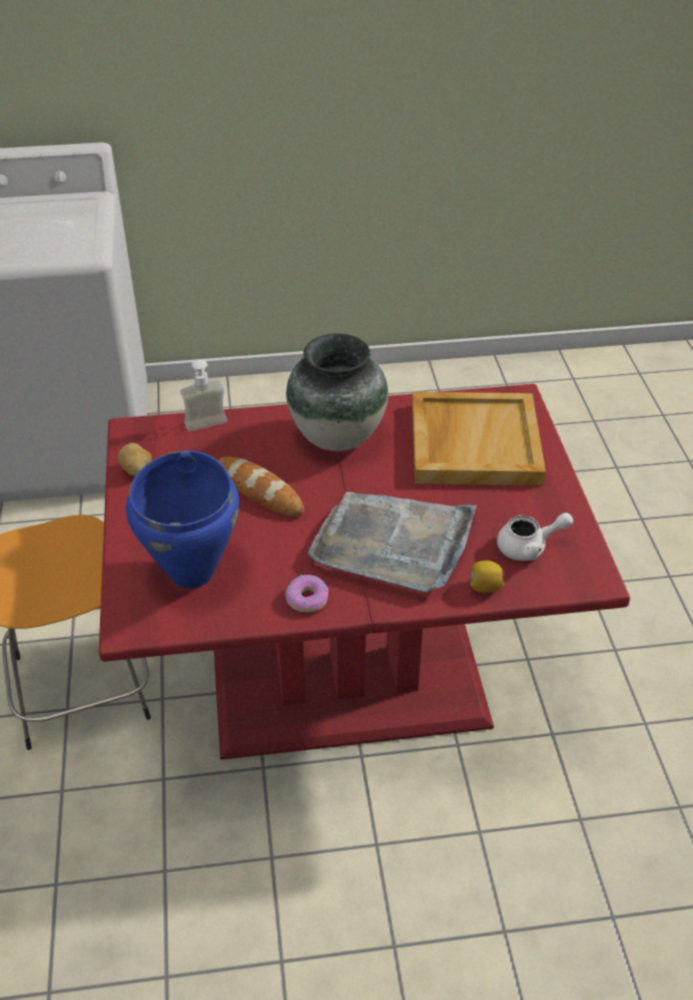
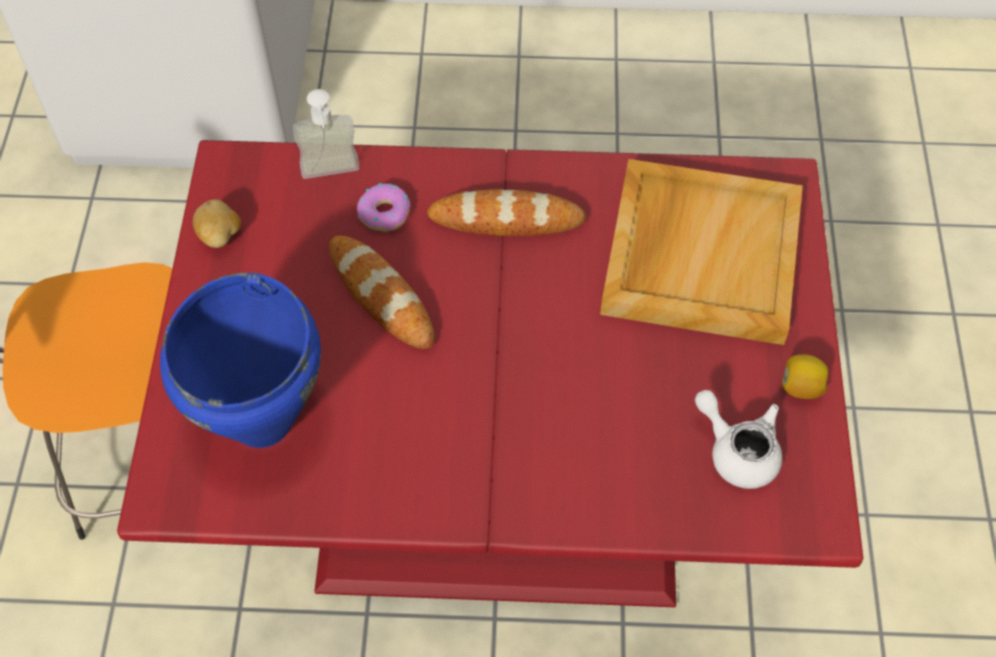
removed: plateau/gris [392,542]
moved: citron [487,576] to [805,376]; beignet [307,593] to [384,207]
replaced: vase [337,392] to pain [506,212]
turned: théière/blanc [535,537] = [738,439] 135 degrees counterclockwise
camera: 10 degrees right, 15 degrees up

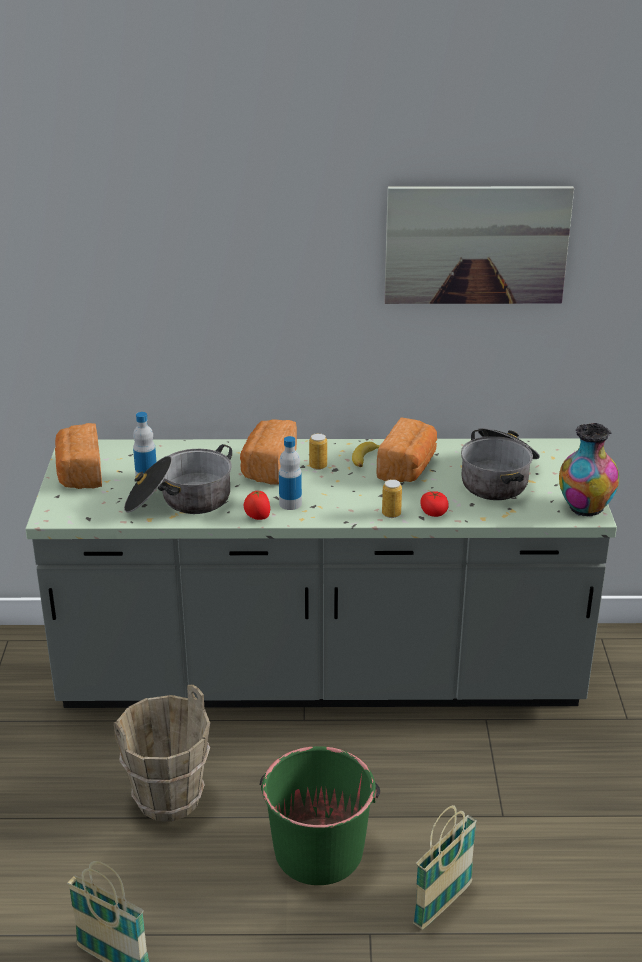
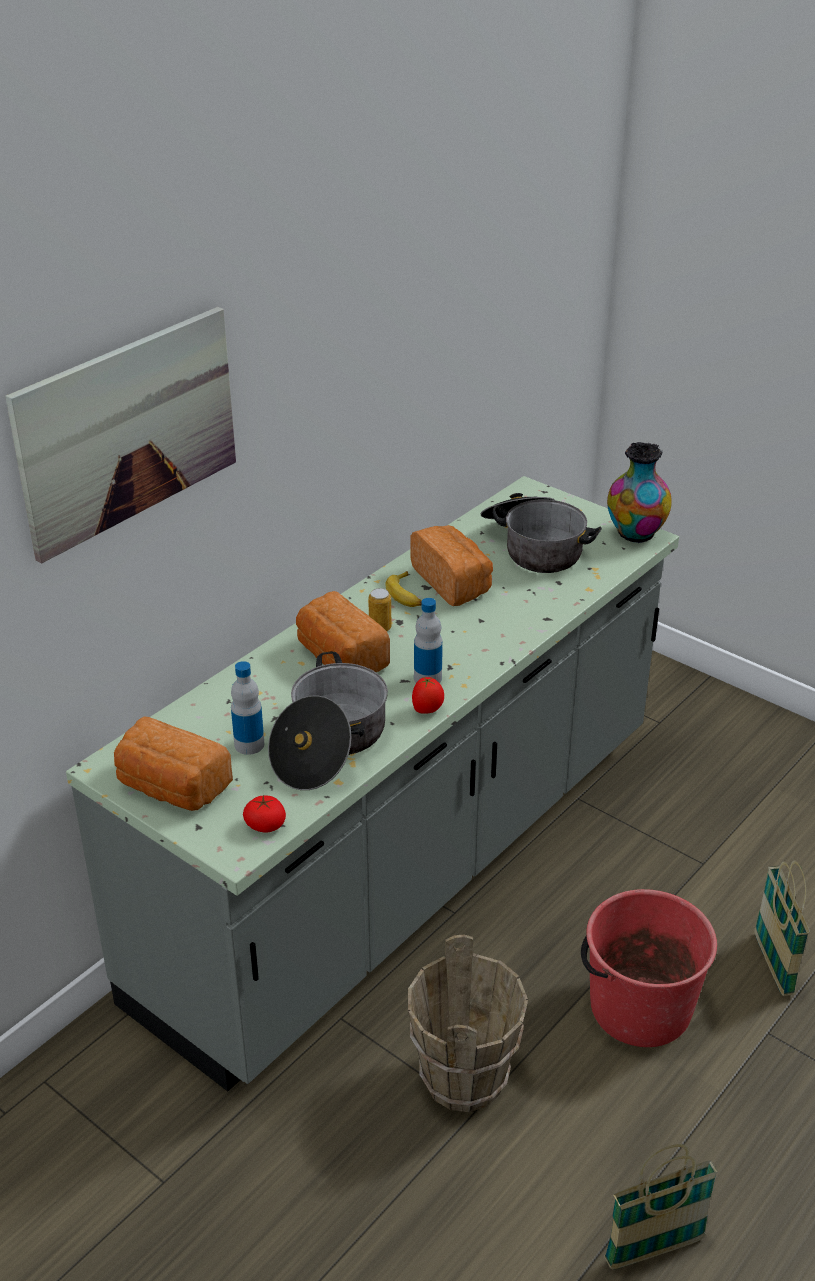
removed: boîte métallique [392,498]
moved: tableau [479,245] to [120,435]; tomate [434,504] to [264,814]
recoloured: seau/vert [320,815] to seau/rouge [649,968]
camera: 50 degrees left, 5 degrees up

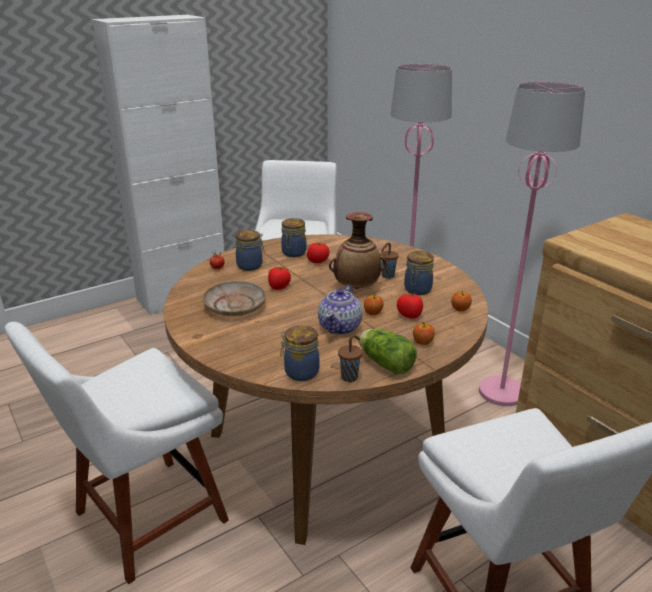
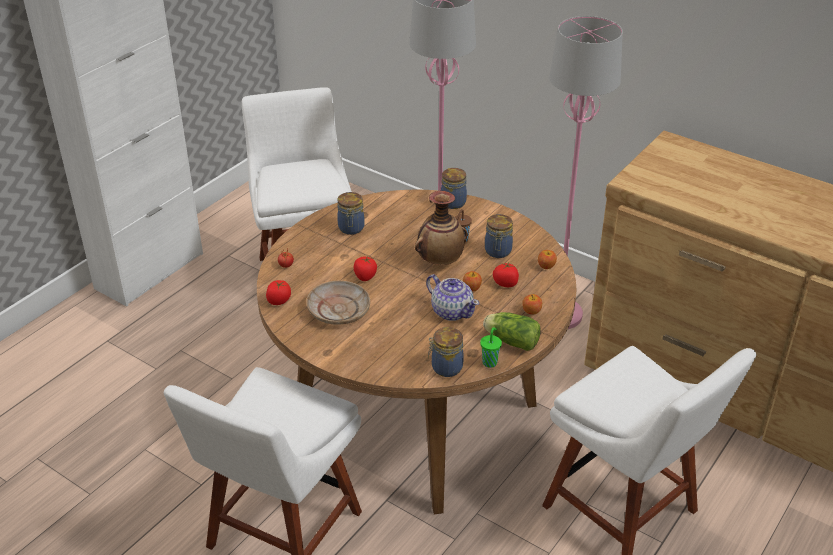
moved: bocal [249,250] to [454,188]; tomate [318,253] to [278,292]
recoloured: tasse/marron [350,358] to tasse/vert [491,347]
turned: théière [340,310] = [452,297] 45 degrees counterclockwise
camera: 20 degrees left, 10 degrees up

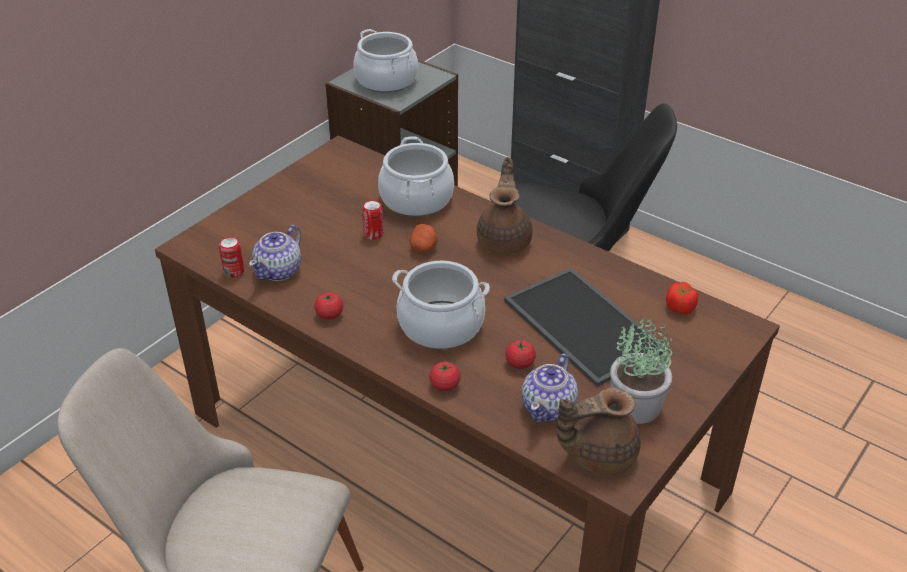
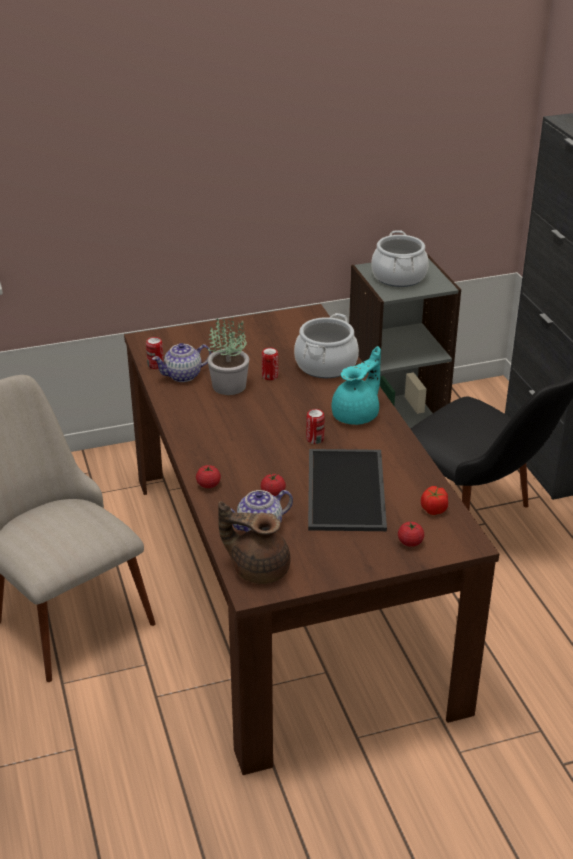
removed: pomme de terre [424,238]; marmite [441,305]
added: boîte métallique [315,426]
moved: tomate [328,306] to [411,534]; plante en pot [641,370] to [228,356]
recoloured: théière/marron [504,206] to théière/turquoise [356,385]
camera: 35 degrees right, 5 degrees down

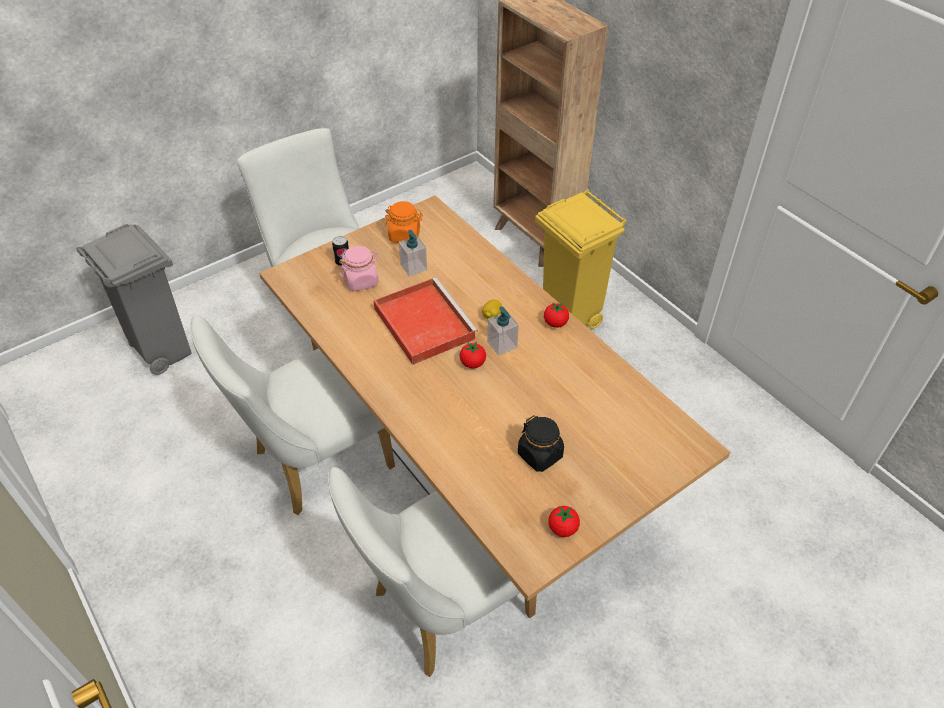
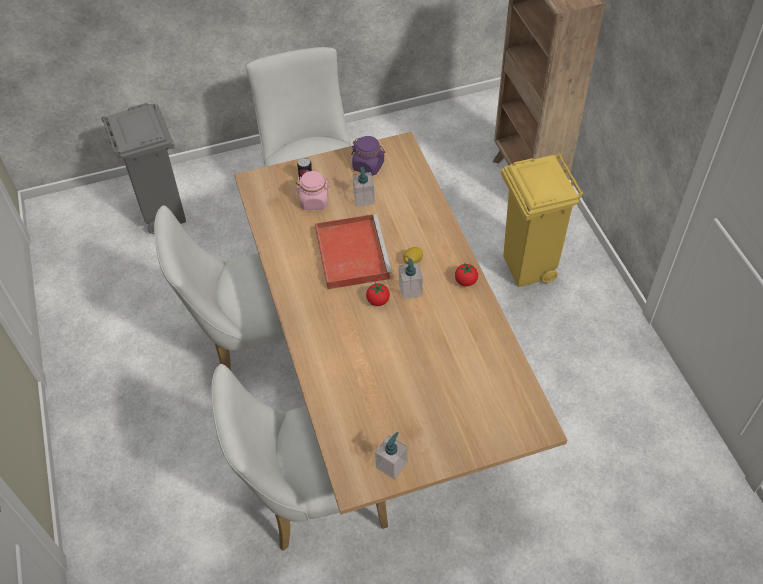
removed: bocal/noir [541,443]
replaced: tomate [564,521] to distributeur de savon [391,455]
recoloured: bocal/orange [404,222] to bocal/violet [368,156]
camera: 20 degrees right, 5 degrees up

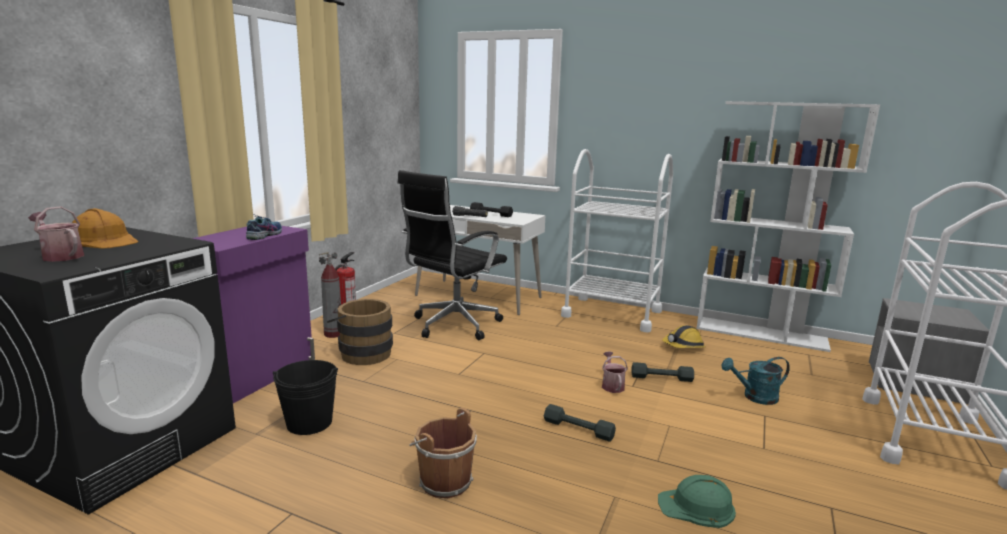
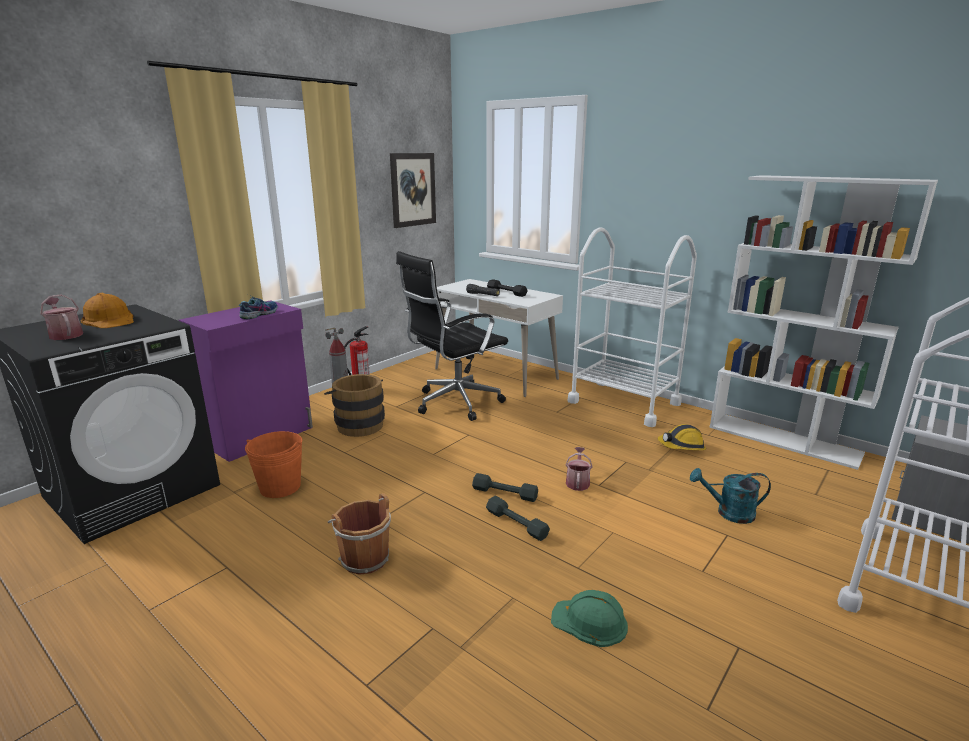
added: tableau [413,190]
moved: haltère/gris [662,372] to [505,487]
recoloured: seau/noir [305,397] to seau/orange [273,464]
camera: 15 degrees right, 5 degrees up

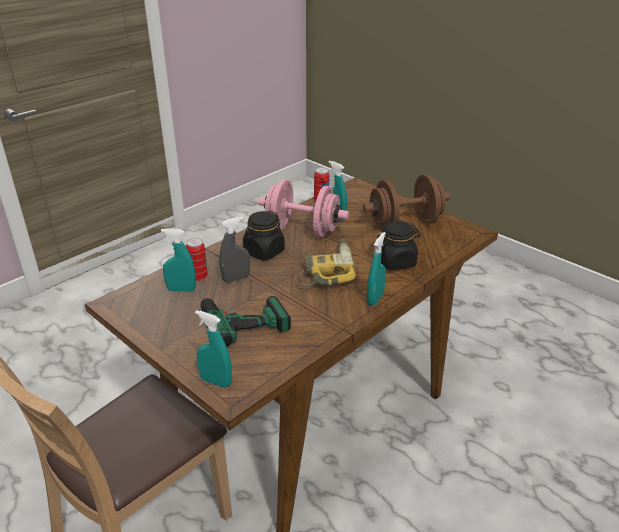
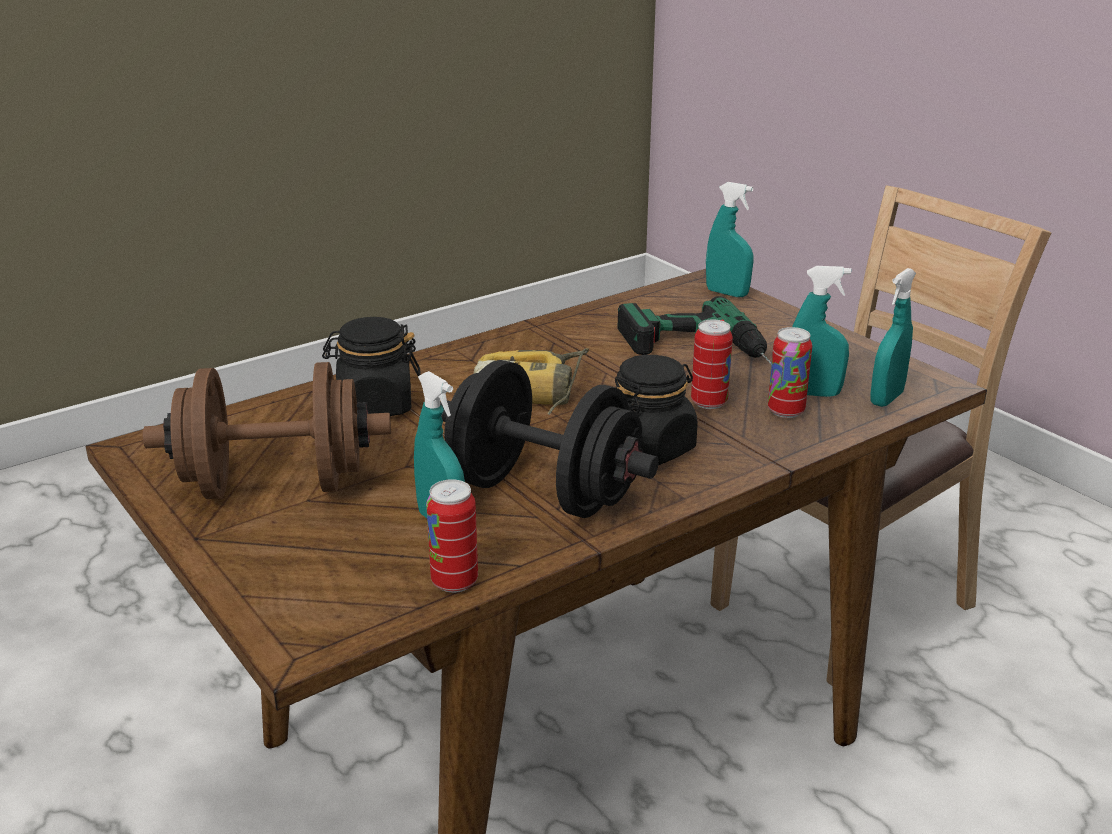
moved: vaporisateur/turquoise [376,269] to [893,337]
replaced: vaporisateur/gris [235,250] to boîte métallique [712,364]
recoloured: haltère/rose [303,208] to haltère/noir [549,439]
camera: 170 degrees left, 5 degrees down

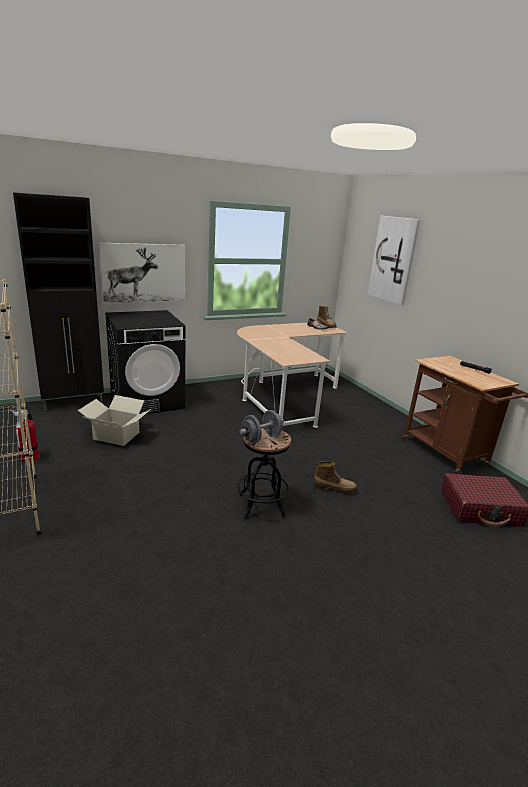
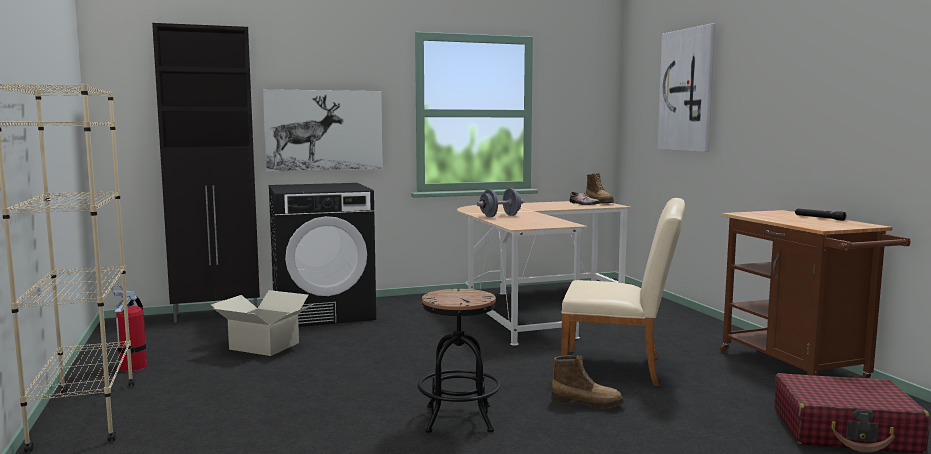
added: chaise/beige [623,292]
moved: haltère/gris [262,426] to [500,202]
camera: 10 degrees right, 15 degrees down

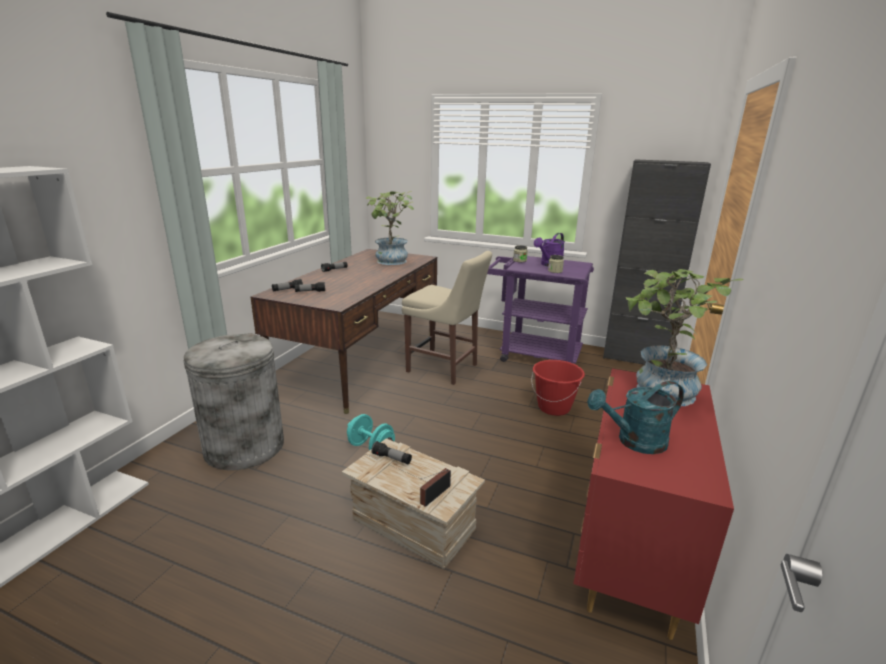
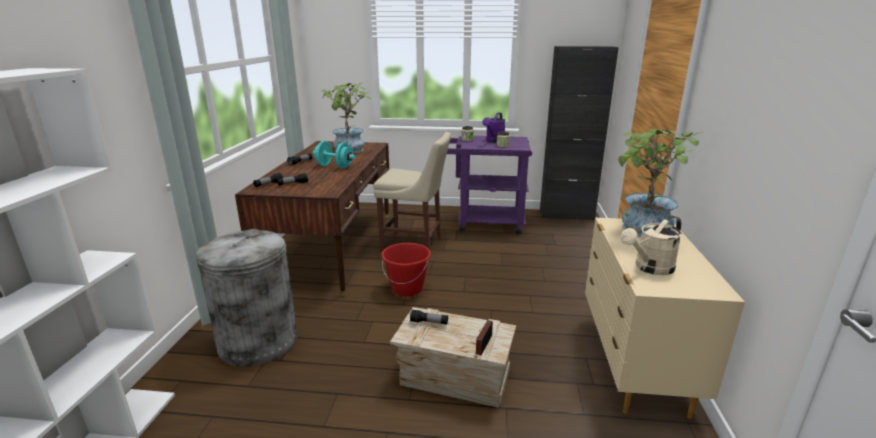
moved: seau/rouge [558,388] to [406,270]; haltère/turquoise [371,432] to [334,155]
recoloured: commode/rouge [653,504] to commode/beige [665,318]; arrosoir/turquoise [635,417] to arrosoir/beige [651,245]
camera: 15 degrees left, 0 degrees up

